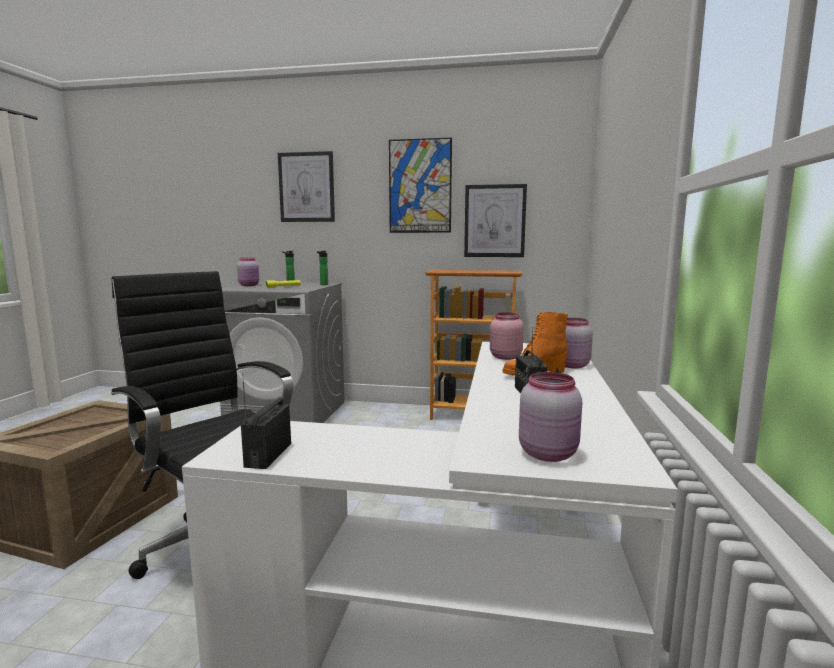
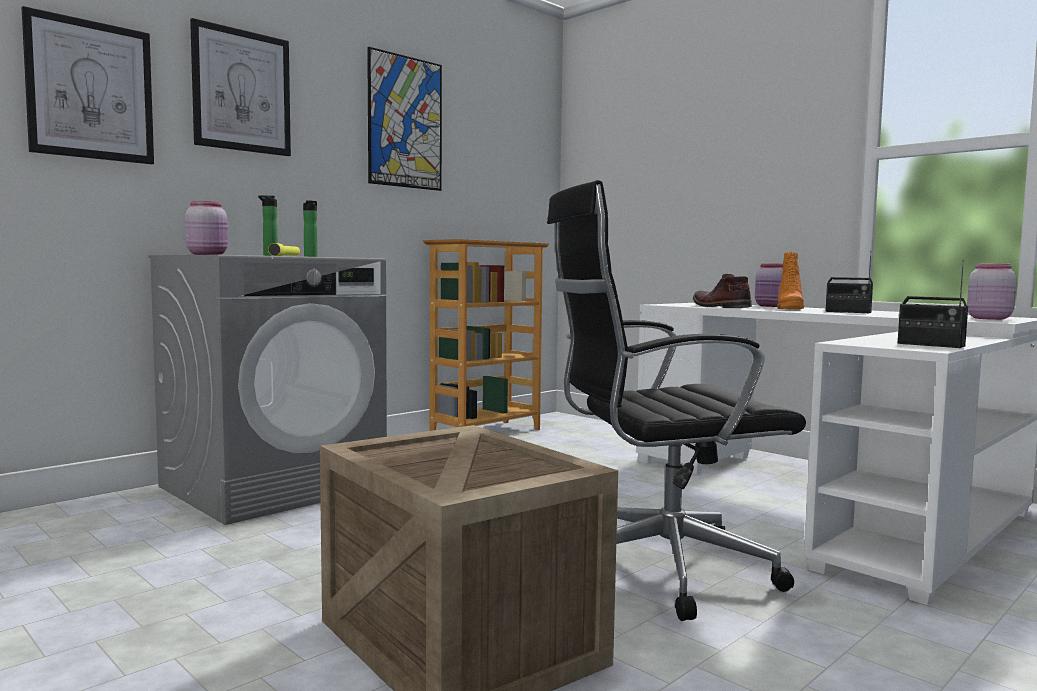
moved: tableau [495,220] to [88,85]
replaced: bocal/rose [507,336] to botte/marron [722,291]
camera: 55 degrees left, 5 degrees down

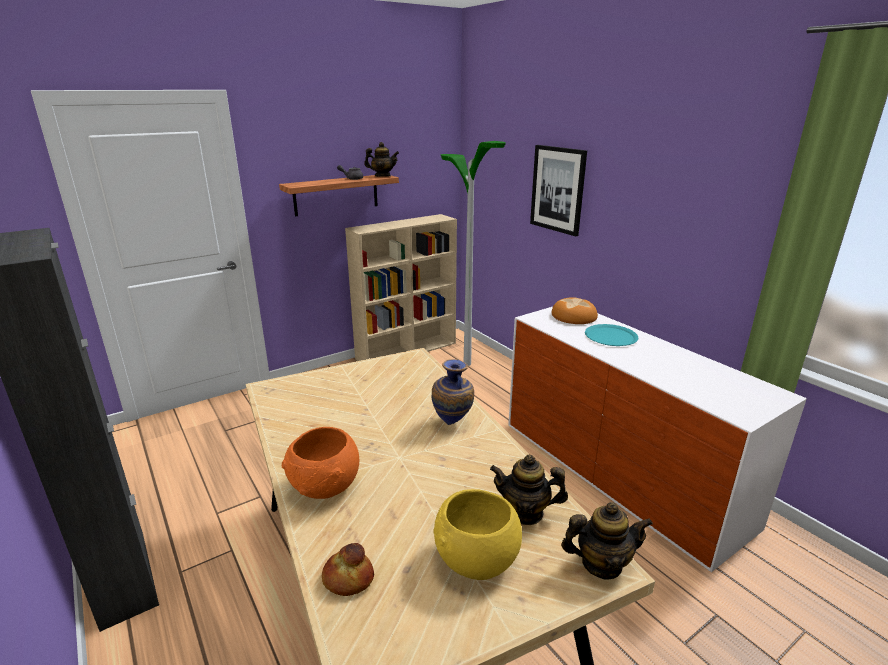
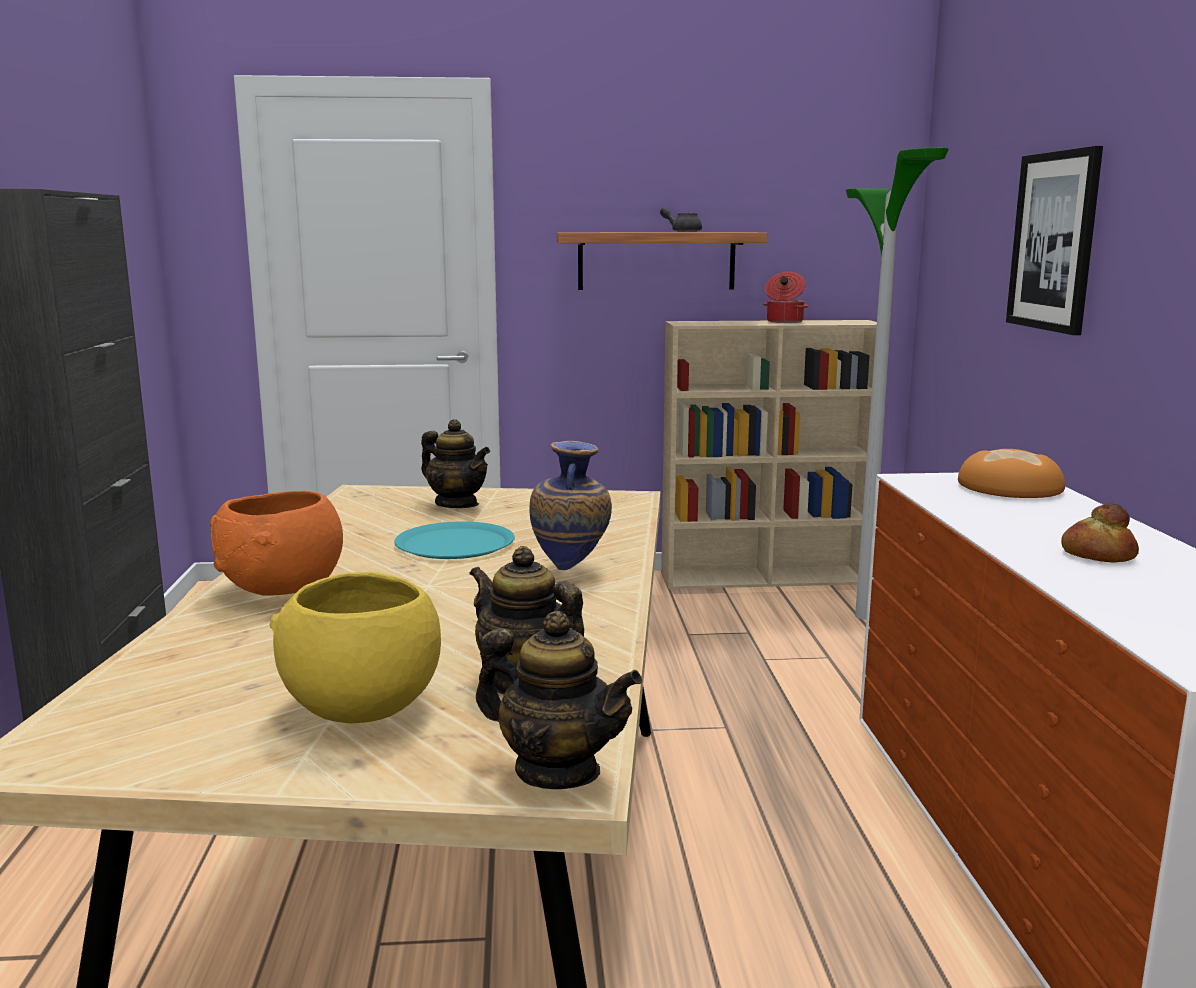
added: marmite [785,297]
moved: théière [381,159] to [455,463]; assiette/turquoise [611,335] to [454,540]; pain [348,569] to [1100,532]
camera: 30 degrees right, 10 degrees down

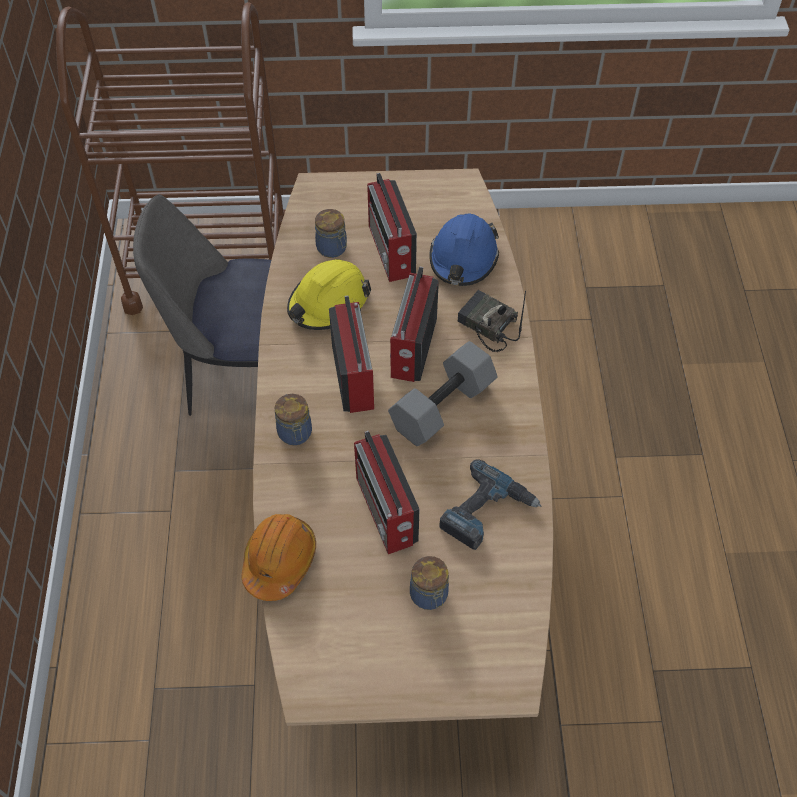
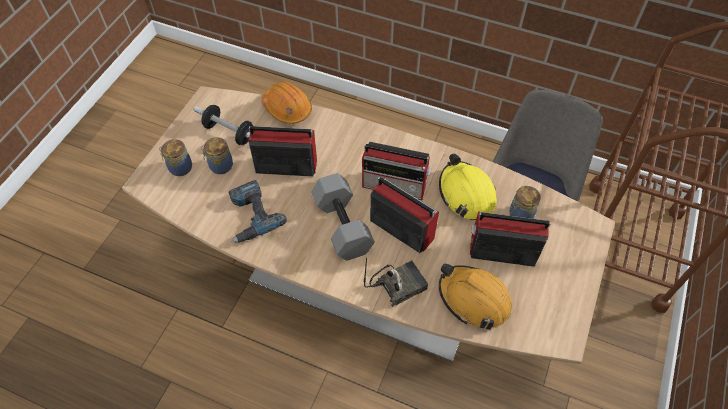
added: haltère [223,125]
moved: bocal [293,419] to [175,157]
recoloured: casque de chantier/bleu [464,249] to casque de chantier/orange [475,297]
camera: 115 degrees right, 0 degrees up

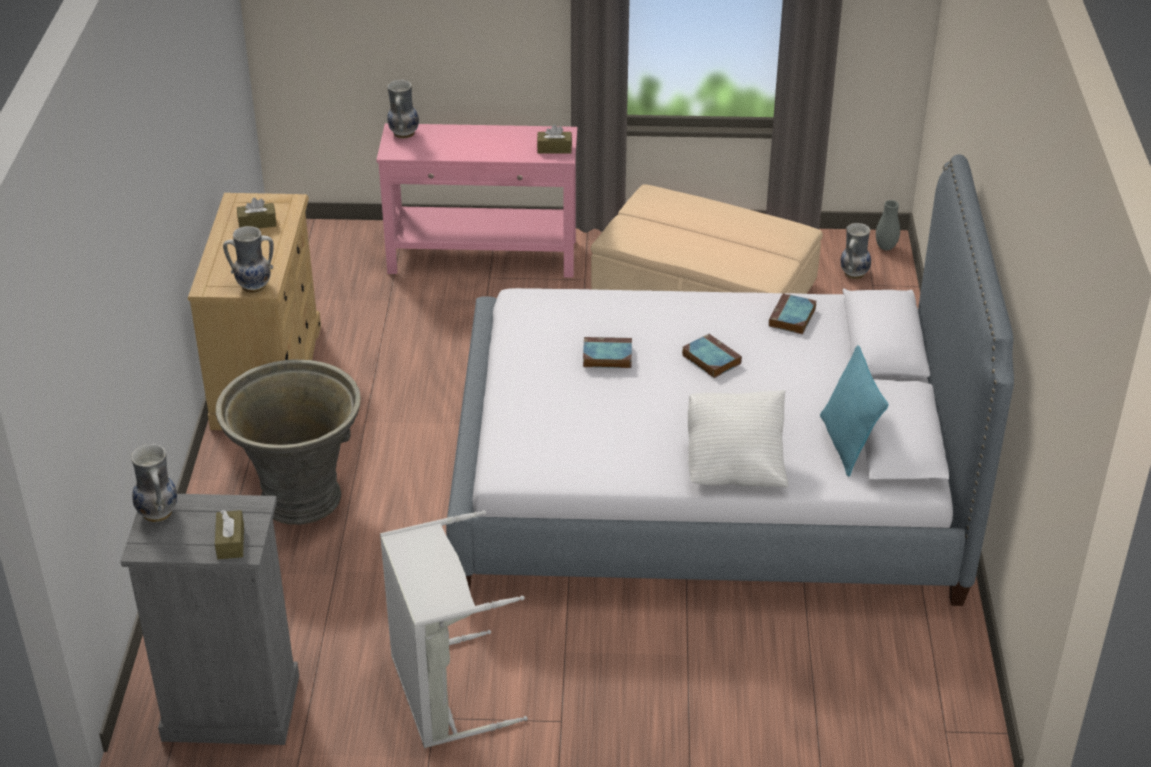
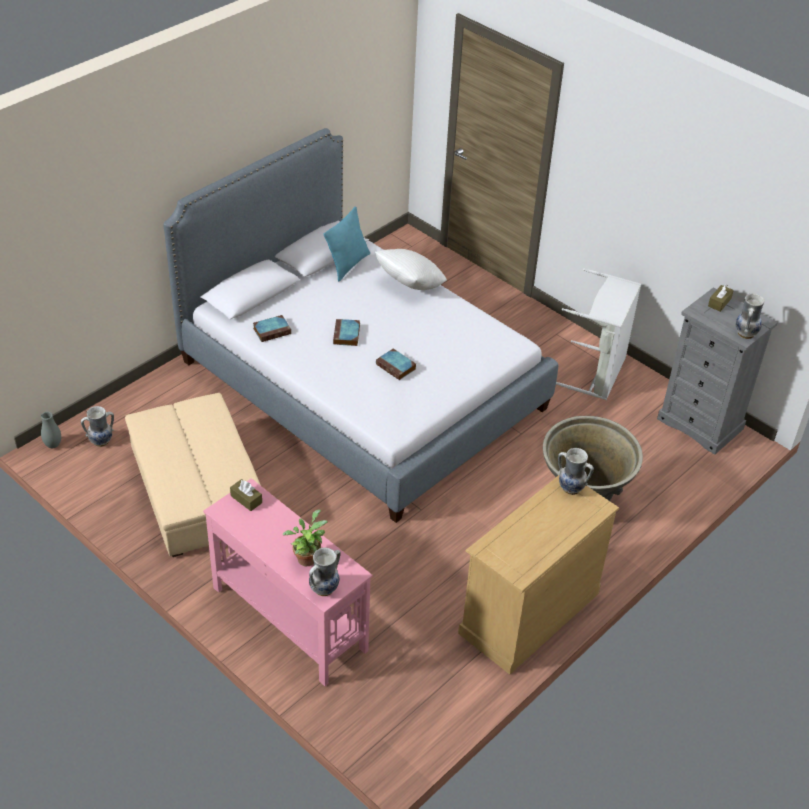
removed: boîte à mouchoirs/marron [257,213]
added: plante en pot [305,538]
camera: 140 degrees left, 5 degrees up

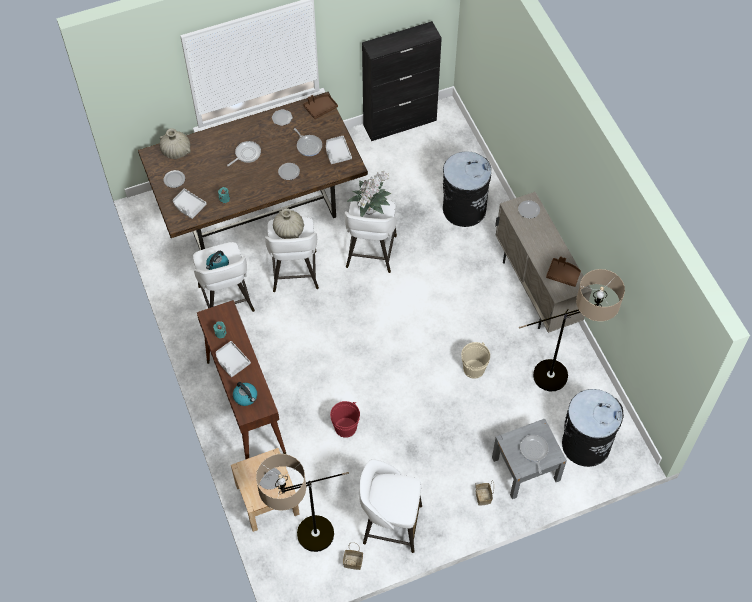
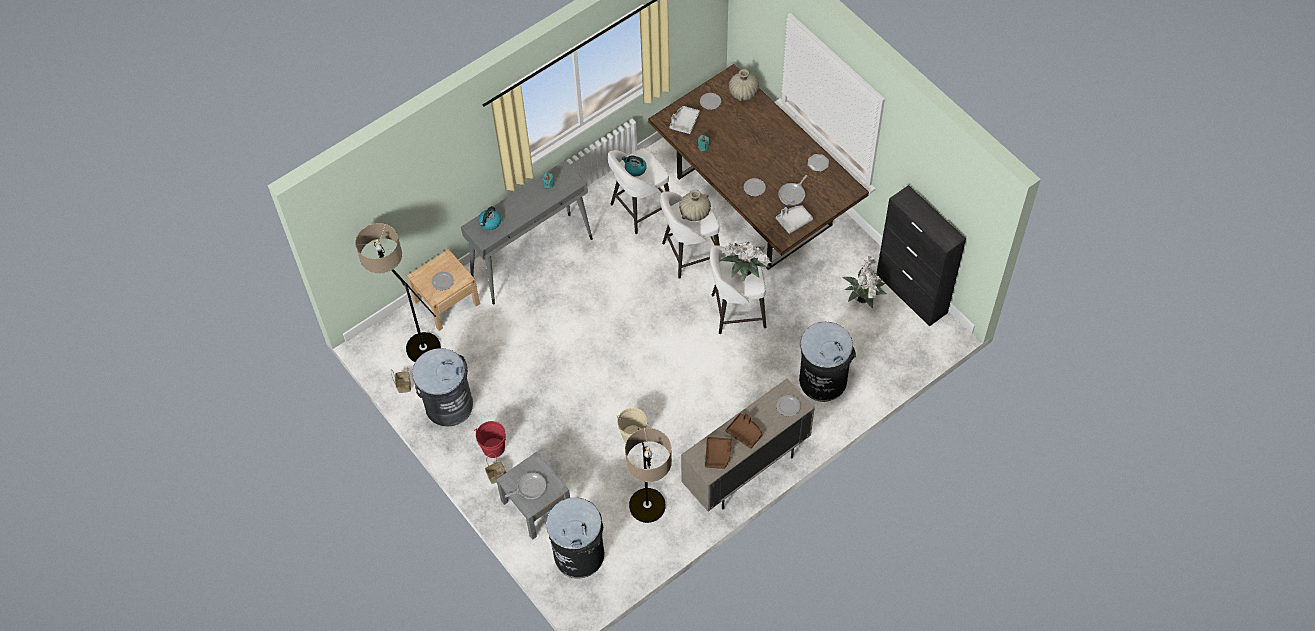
removed: poêle [244,153]; plateau/gris [233,359]
added: plante en pot [864,282]
moved: plateau/marron [320,106] to [744,431]; seau/rouge [345,419] to [490,439]
replaced: tabouret/blanc [390,506] to poubelle/gris [442,387]
recoloured: table console/marron [241,379] to table console/gris [527,233]
camera: 75 degrees right, 0 degrees up

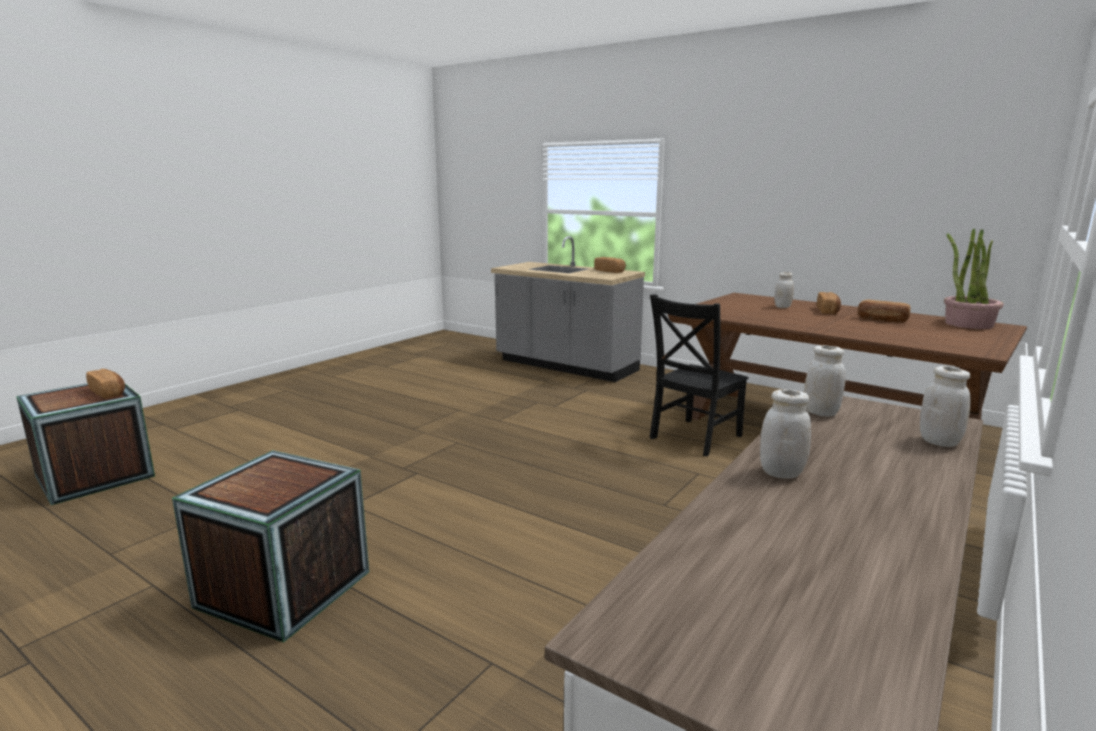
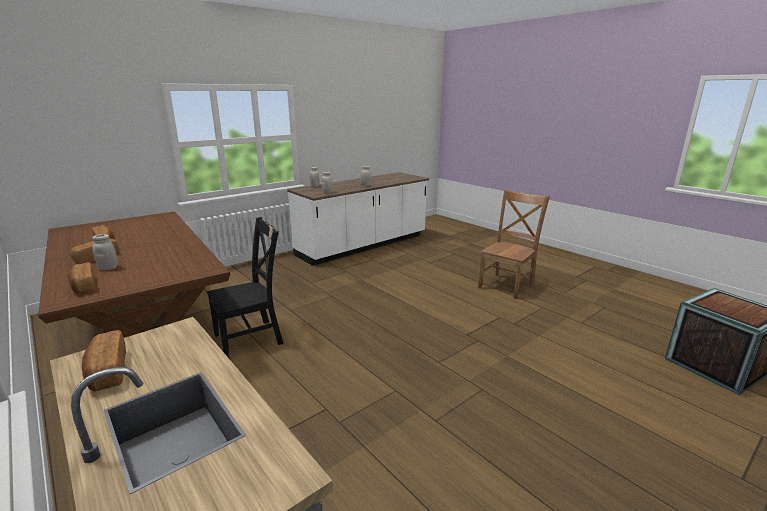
removed: plante en pot [974,279]
moved: pain [105,384] to [81,278]
replaced: caisse [270,546] to chaise/marron [514,244]
camera: 165 degrees left, 5 degrees up

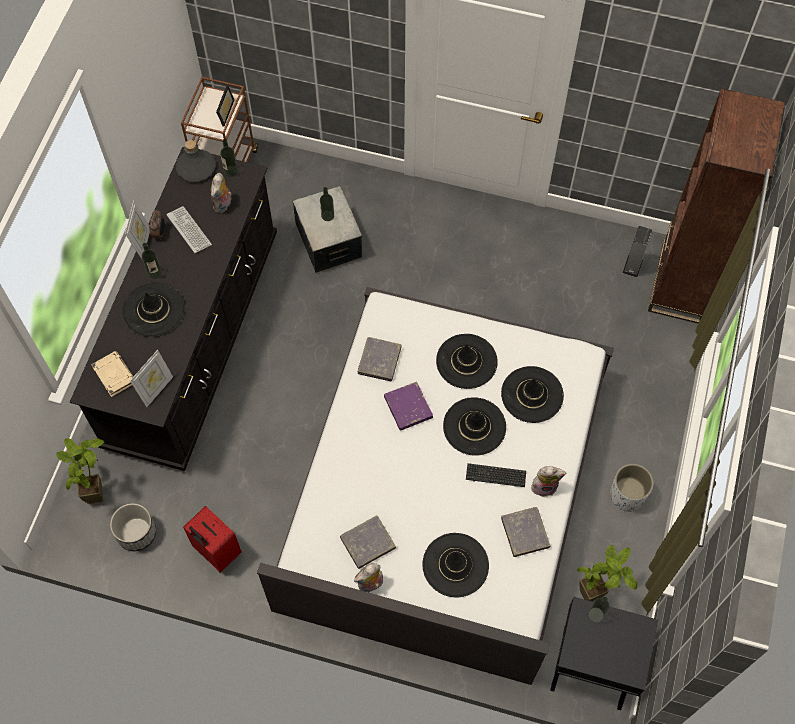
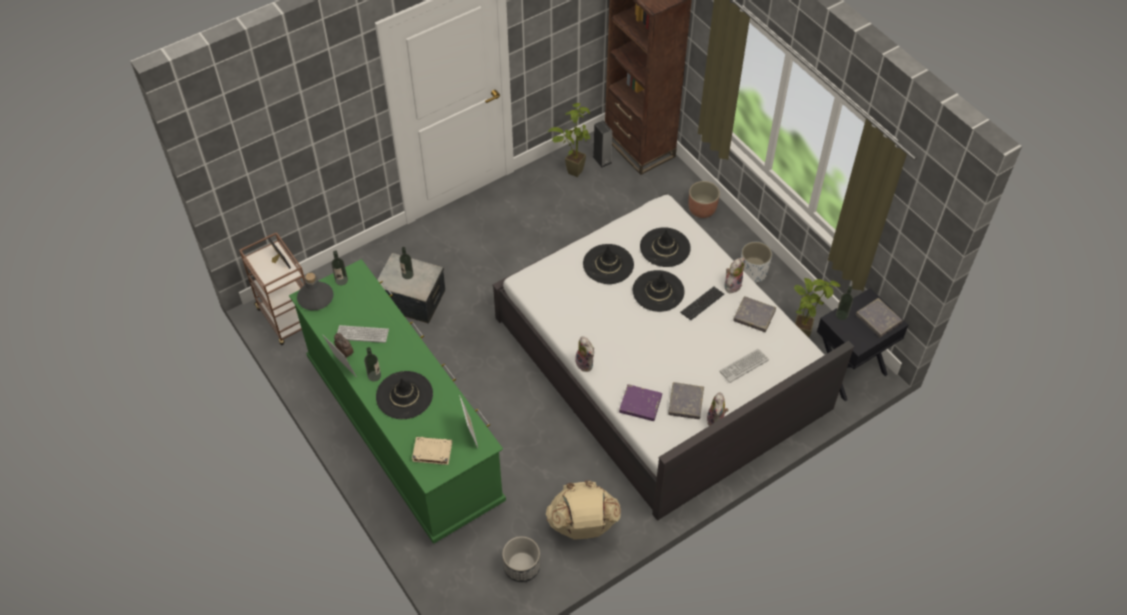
added: cache-pot [704,199]
moved: peluche [221,193] to [584,354]; livre/gris [380,359] to [879,317]; livre/violet [408,406] to [640,402]; plante en pot [80,471] to [568,140]
replaced: valise/rouge [212,539] to sac à dos/beige [583,510]; chapeau/noir [456,565] to clavier [744,366]
recoloured: commode/noir [173,309] to commode/vert [397,401]
camera: 50 degrees left, 10 degrees down

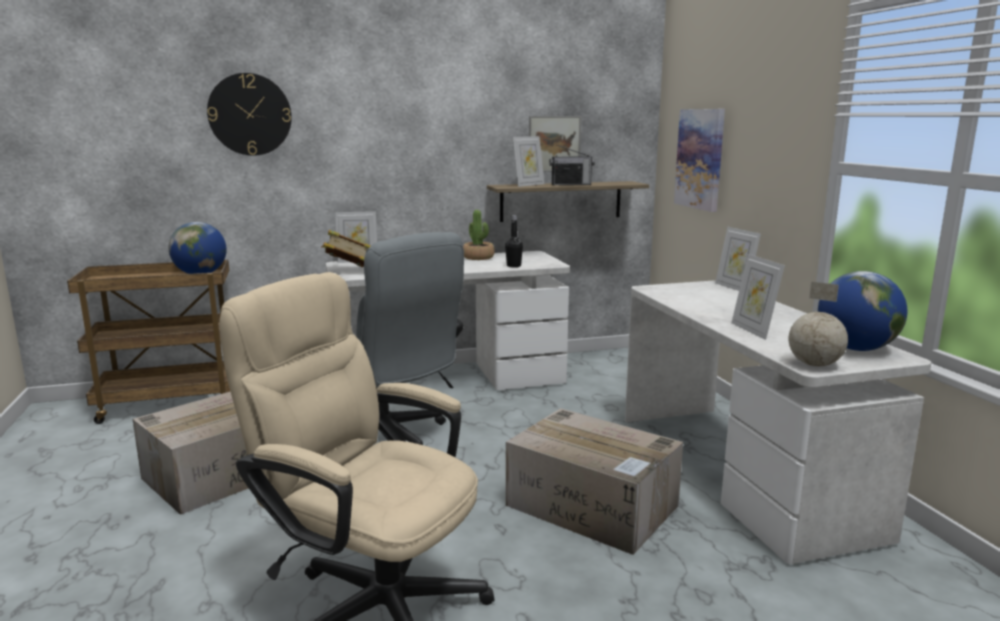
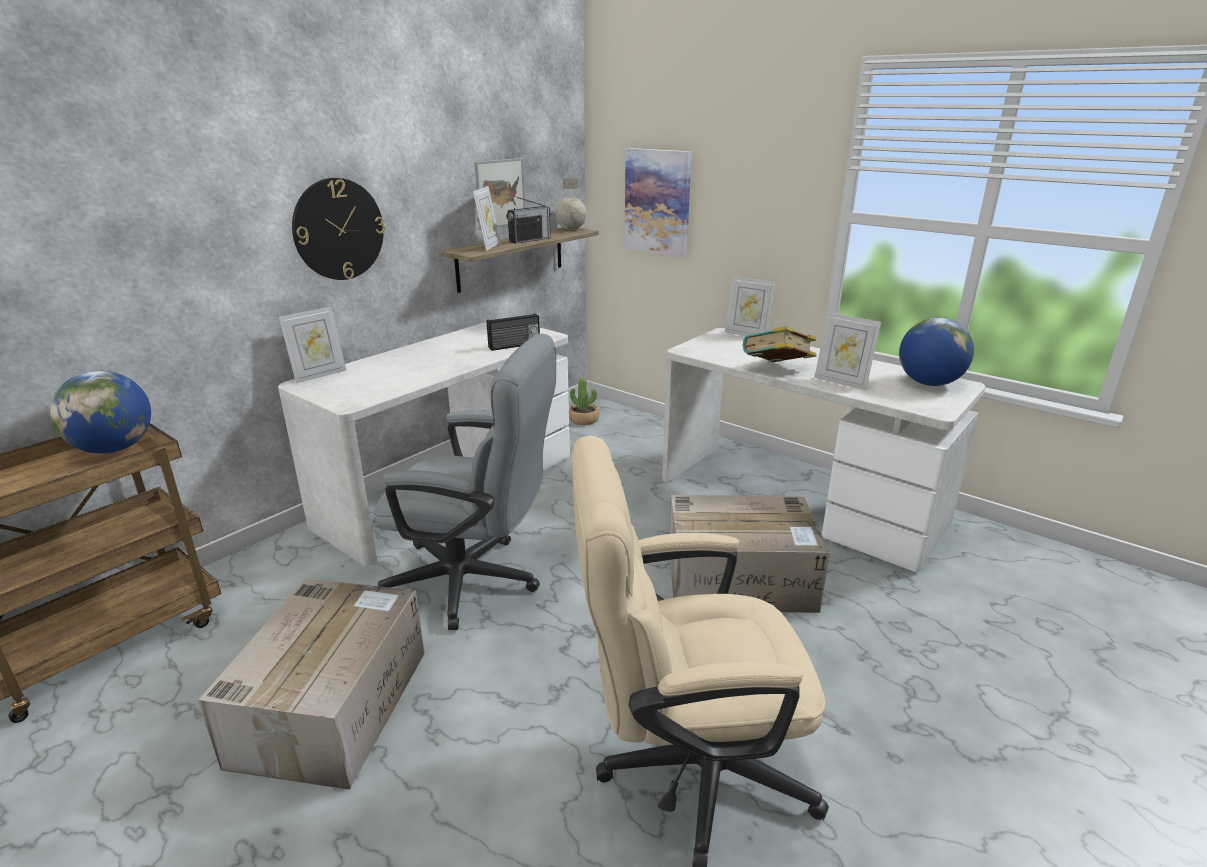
moved: horloge murale [249,114] to [338,229]; plante en pot [479,235] to [584,401]; livre [346,248] to [779,344]; globe [818,324] to [571,204]
replaced: bouteille/noir [514,241] to radio [513,332]
camera: 35 degrees left, 10 degrees up

